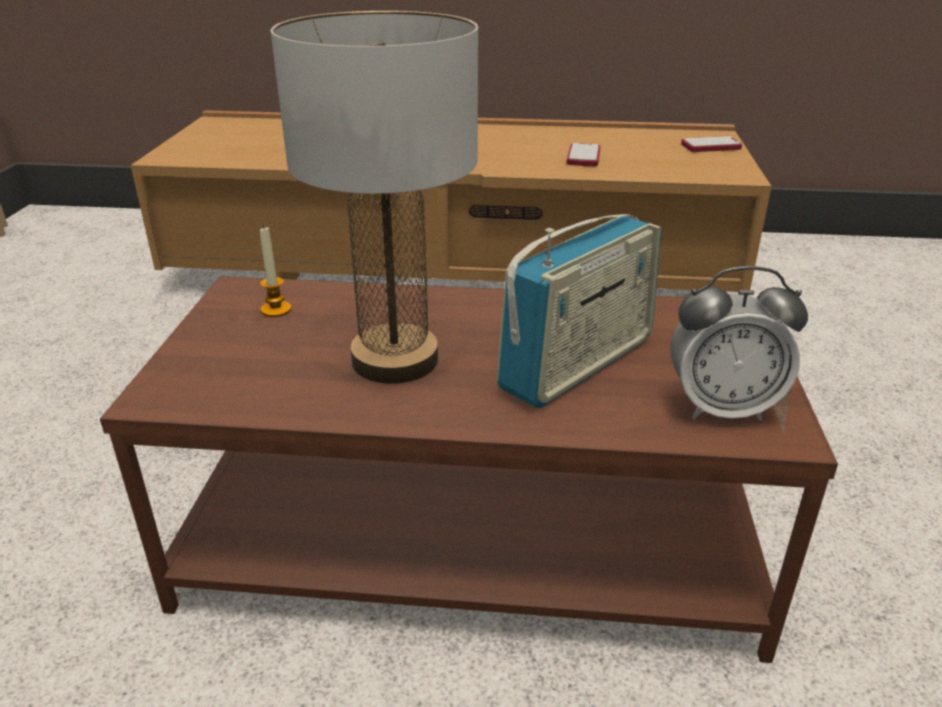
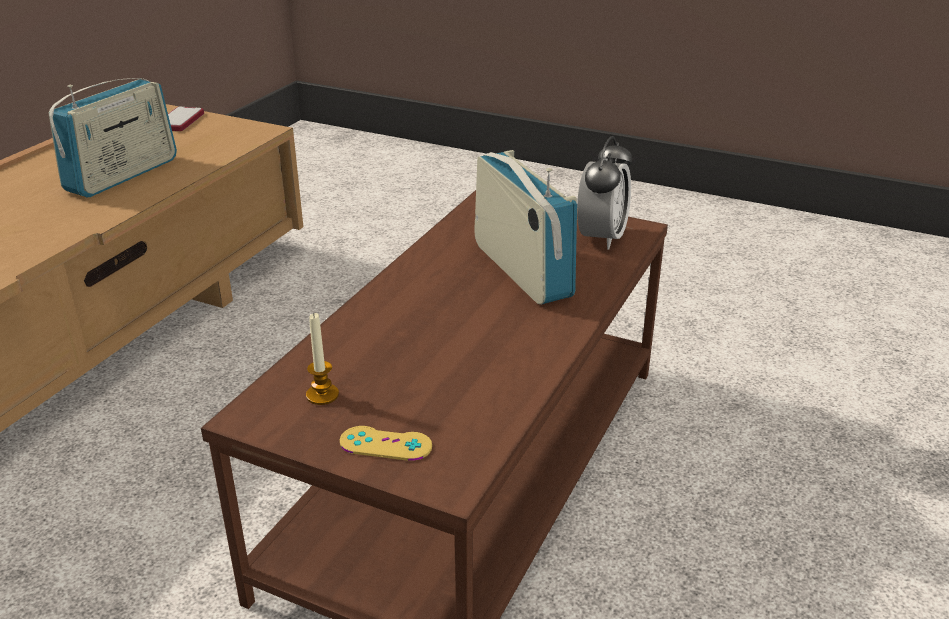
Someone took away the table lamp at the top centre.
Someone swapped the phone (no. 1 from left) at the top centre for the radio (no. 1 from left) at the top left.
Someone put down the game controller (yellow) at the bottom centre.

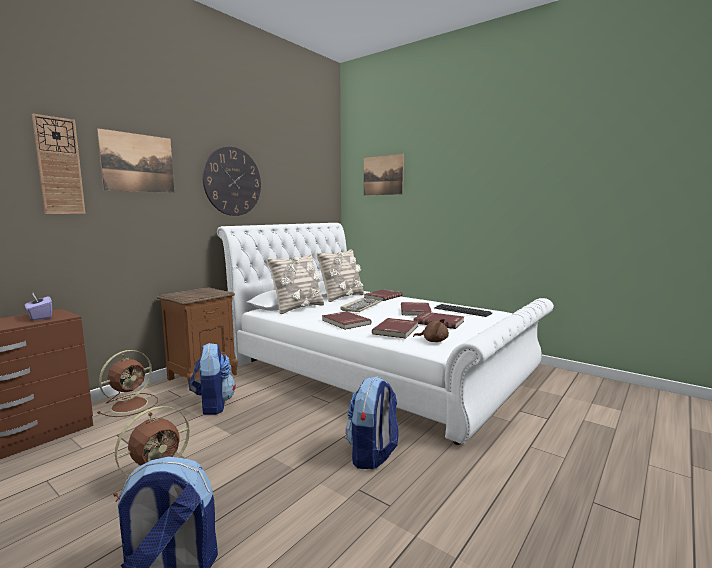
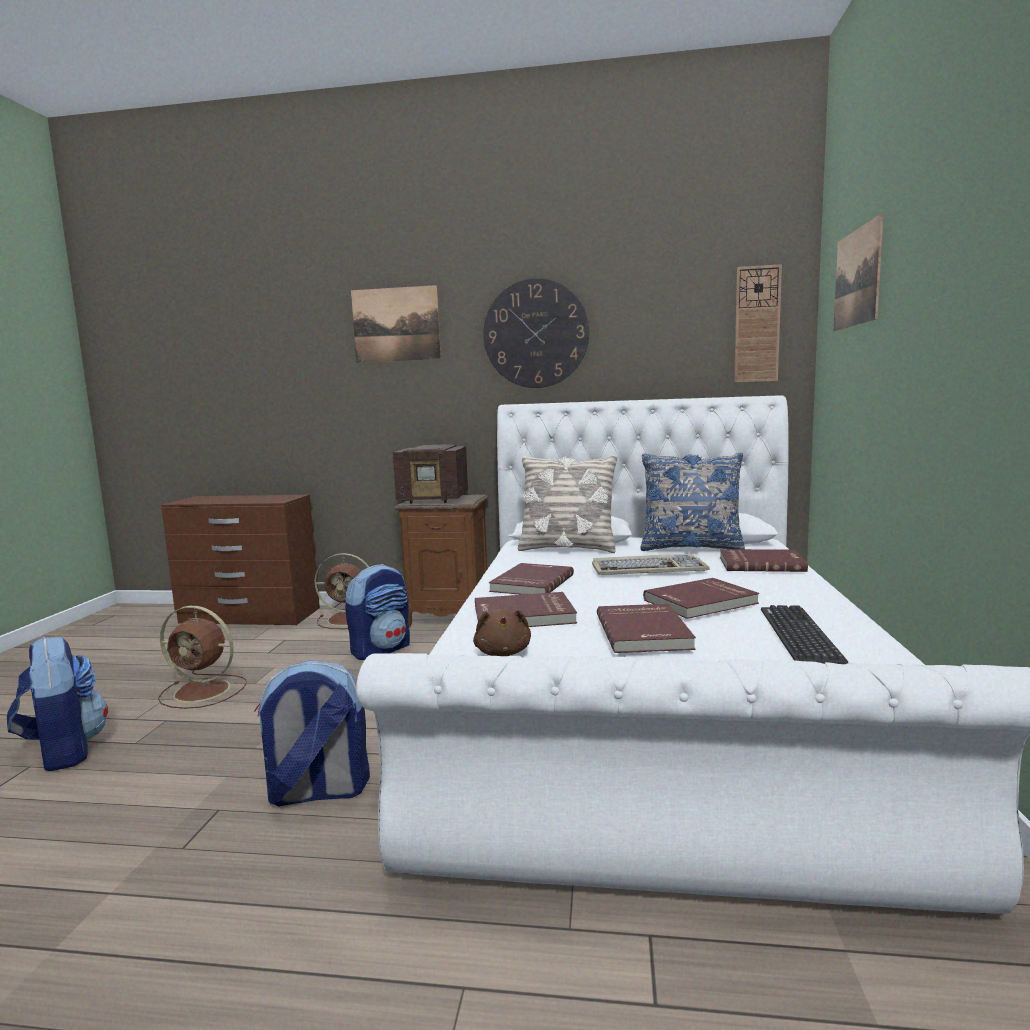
Someone took away the tissue box (purple) at the middle left.
Someone carried the wall clock (no. 1 from left in the first image) from the top left to the top right.
Someone repainted the pillow (beige) (no. 2 from left) at the centre, which became the pillow (blue) at the middle right.
Someone put down the radio at the centre.

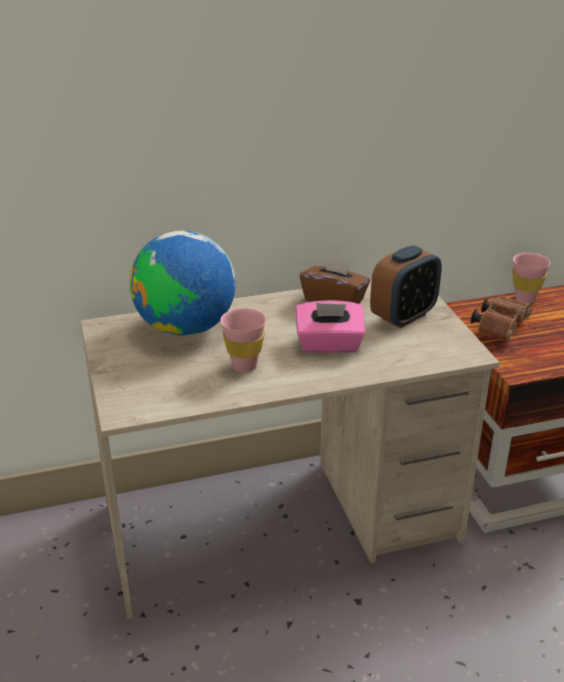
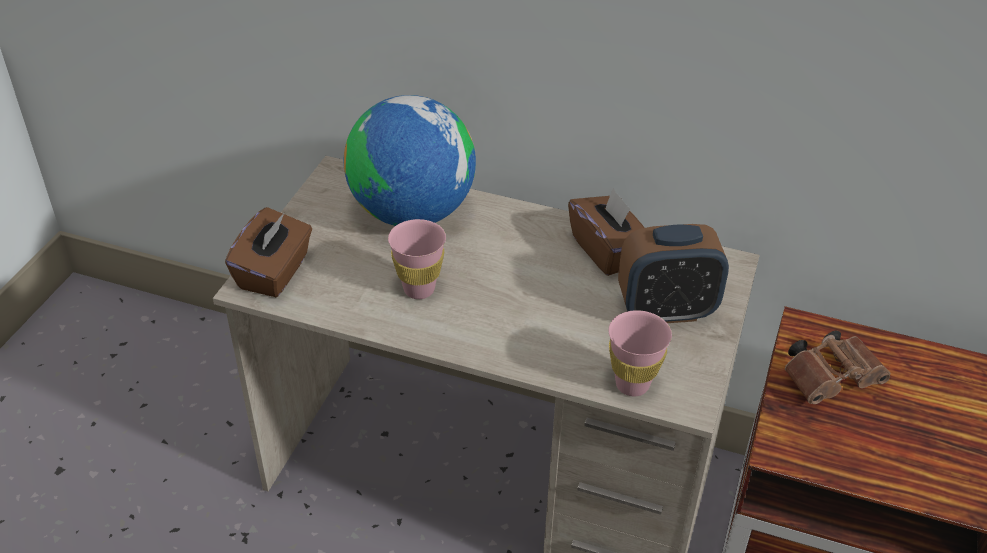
Someone took away the tissue box (pink) at the centre.
Someone carried the cup (pink) (no. 2 from left) from the middle right to the centre.
Someone put down the tissue box (brown) (no. 1 from left) at the middle left.

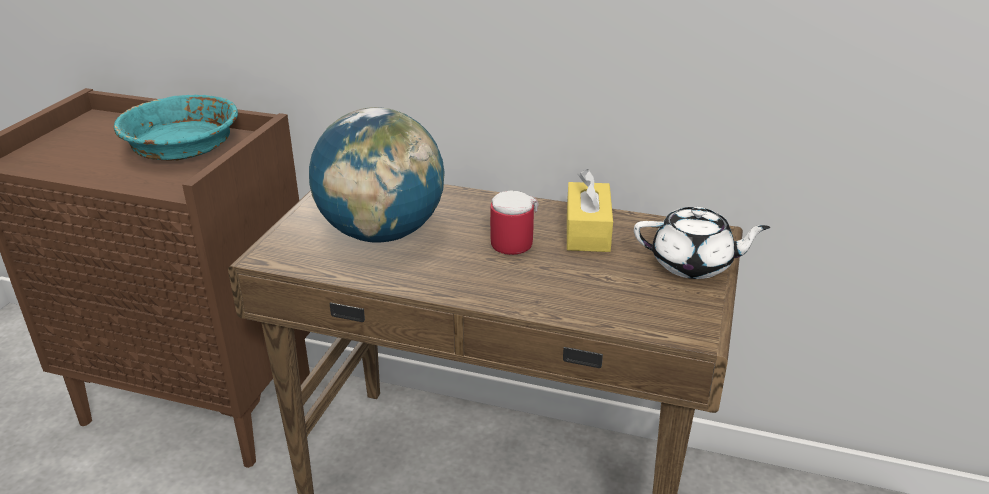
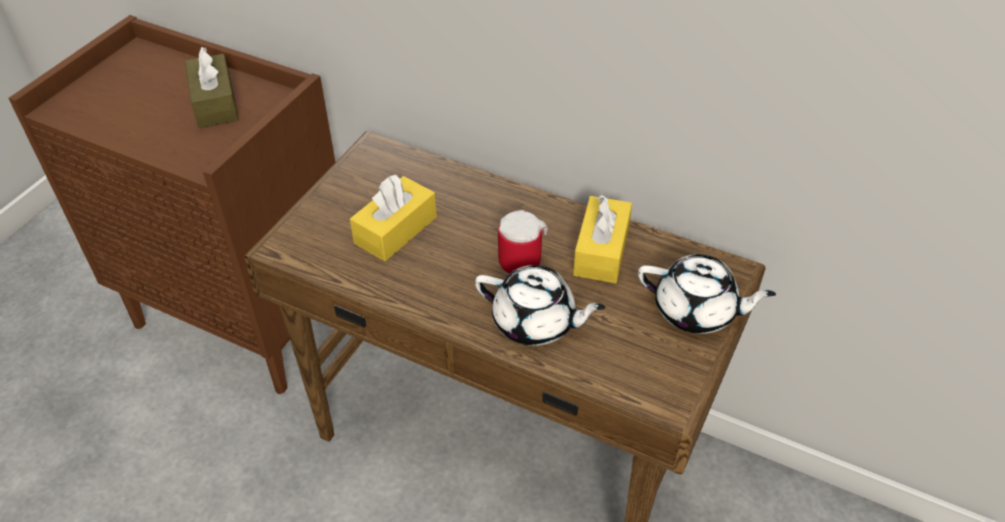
Someone swapped the bowl (turquoise) at the top left for the tissue box (brown) at the top left.
Someone swapped the globe at the centre for the tissue box (yellow) (no. 1 from left) at the centre.
Someone put down the teapot (white) (no. 1 from left) at the centre.

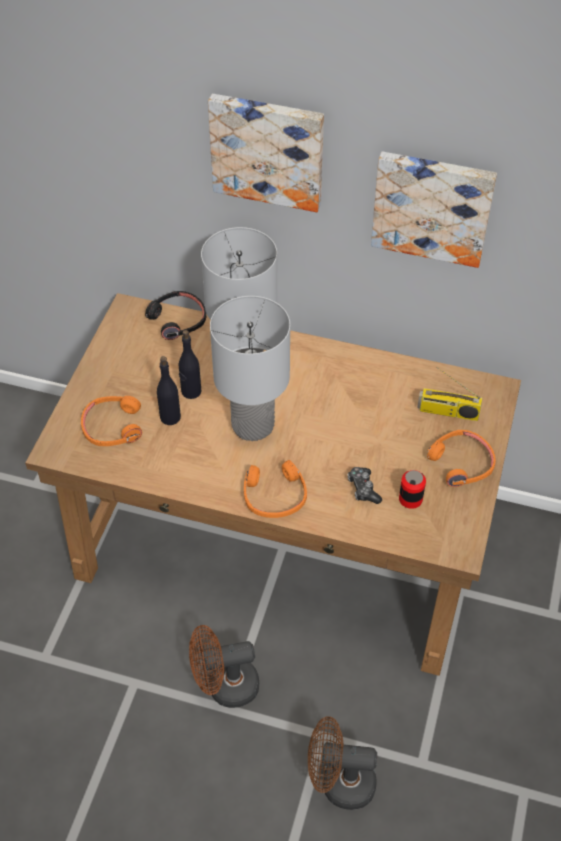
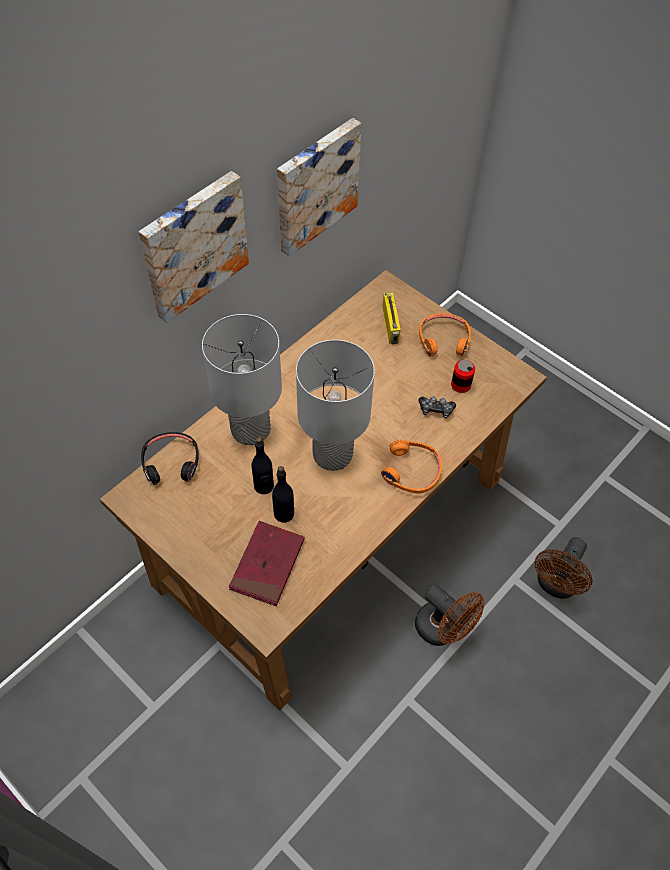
Someone swapped the headphones (orange) (no. 1 from left) at the middle left for the book (red) at the centre.
Someone rotated the fan (brown) (no. 1 from left) at the bottom centre by 60 degrees counterclockwise.
Someone rotated the radio at the middle right by 45 degrees counterclockwise.

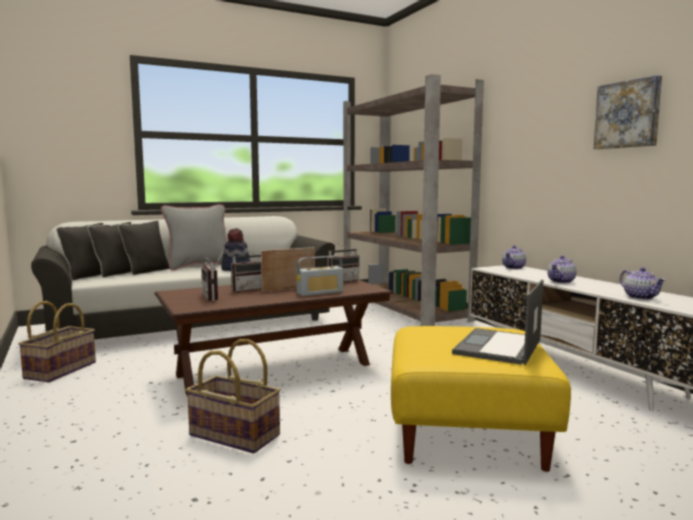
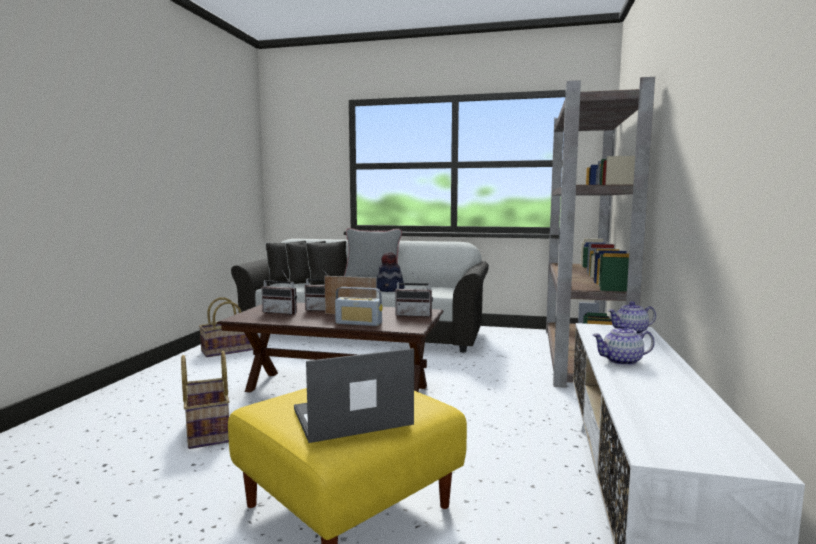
Someone rotated the radio (no. 1 from left) at the middle left by 90 degrees counterclockwise.
Someone took away the picture at the top right.
Someone took away the teapot (no. 3 from left) at the middle right.

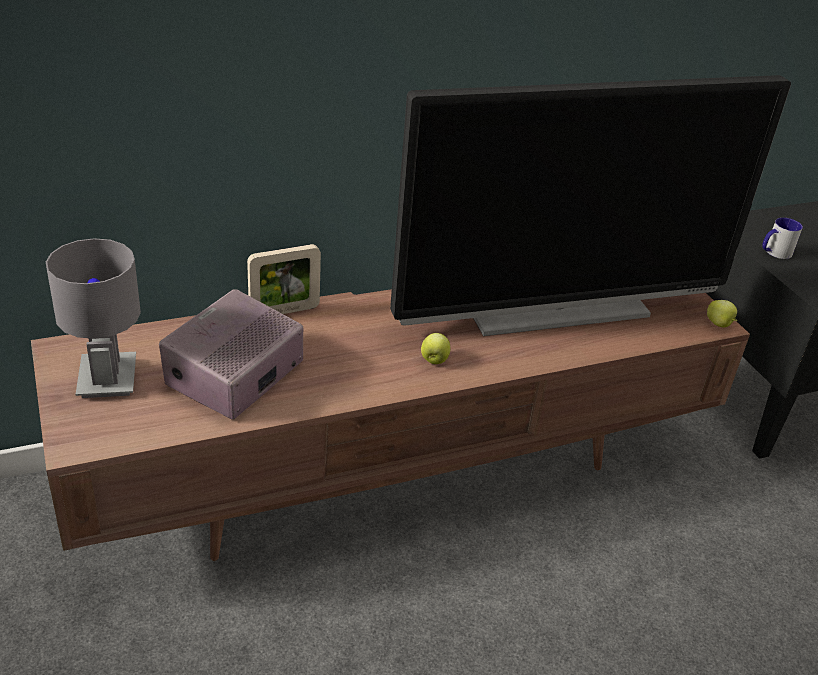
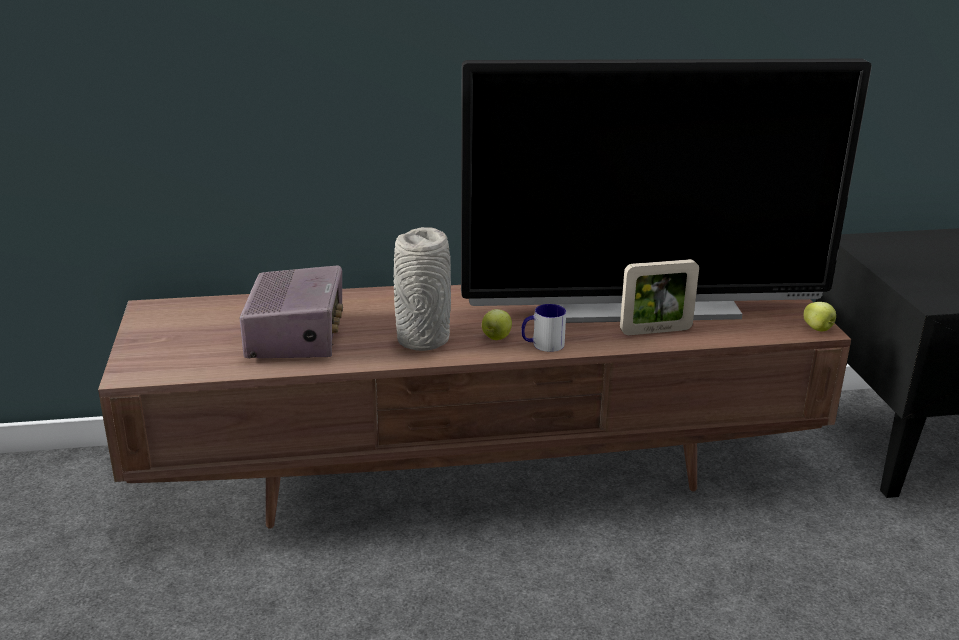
Someone took away the table lamp (grey) at the middle left.
Someone rotated the radio at the middle left by 135 degrees clockwise.
Someone carried the picture frame from the centre to the middle right.
Someone carried the mug from the middle right to the centre.
Someone put down the vase (grey) at the centre.

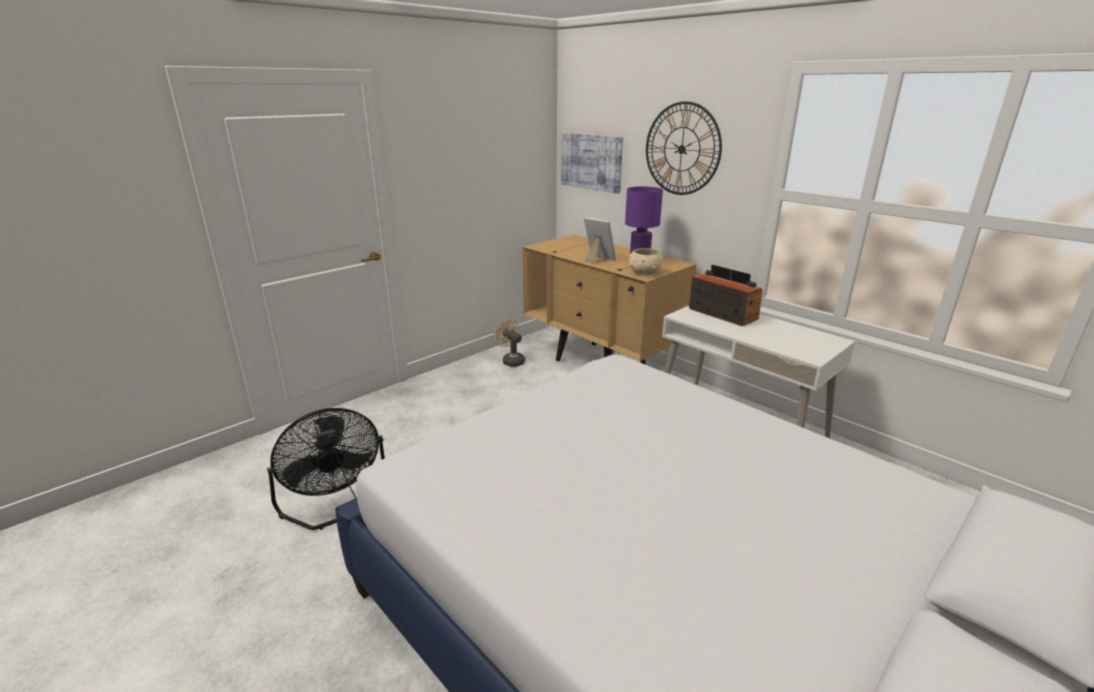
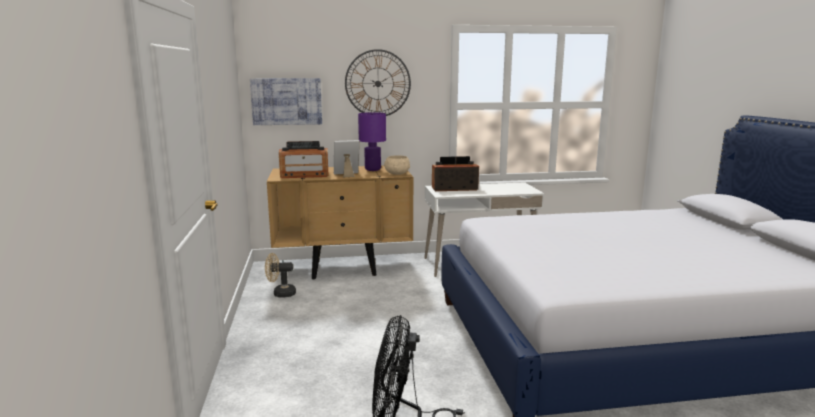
Someone put down the radio (no. 1 from left) at the centre.

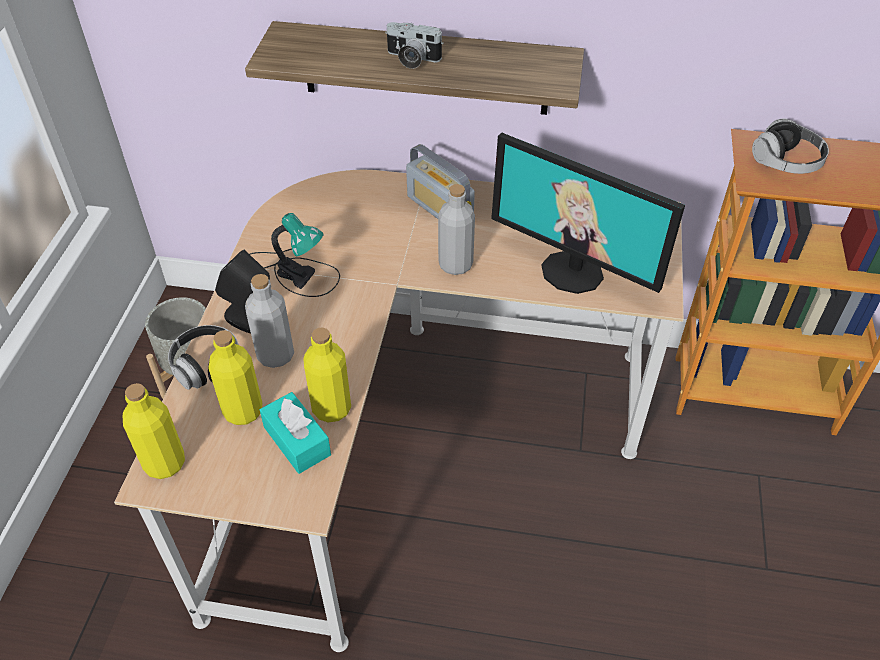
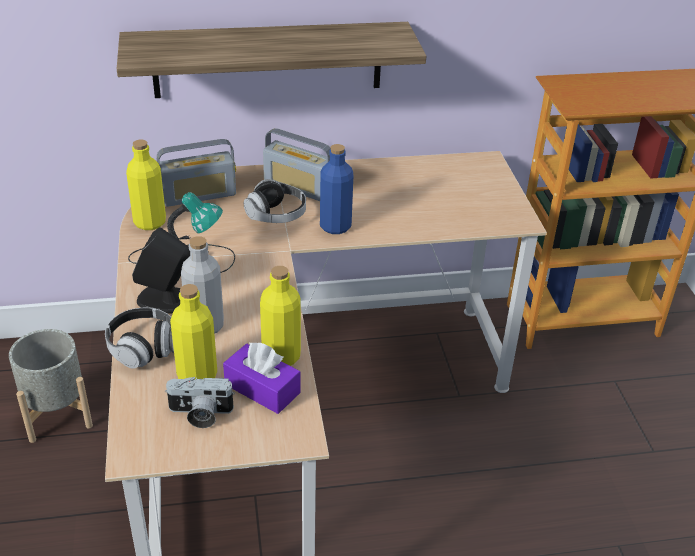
Someone carried the bottle (yellow) (no. 1 from left) from the middle left to the top left.
Someone repainted the tissue box (turquoise) at the centre, which became the tissue box (purple) at the bottom centre.
Someone carried the photo camera from the top centre to the bottom left.
Someone repainted the bottle (grey) (no. 2 from left) at the centre, which became the bottle (blue) at the centre.
Someone took away the monitor at the top right.
Someone carried the headphones (no. 2 from left) from the top right to the centre.
Someone put down the radio (no. 1 from left) at the top left.

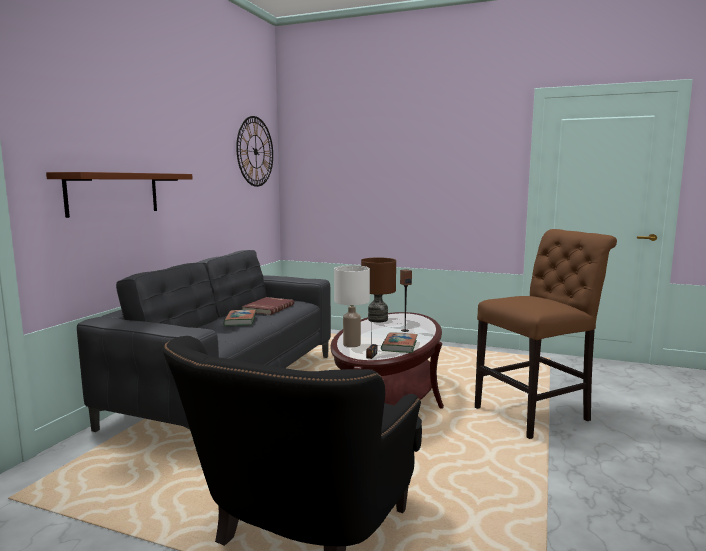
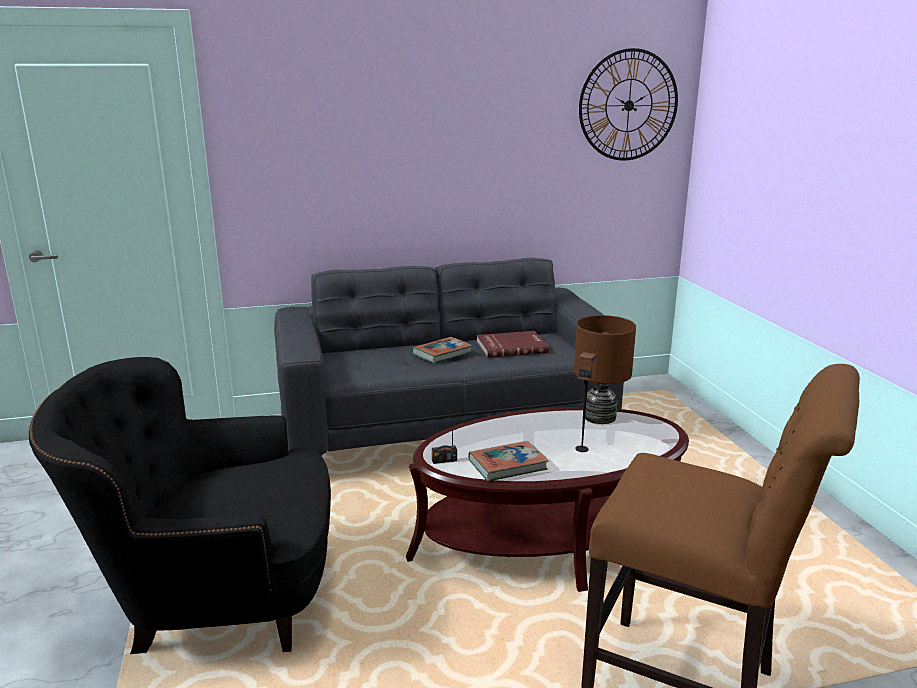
Someone took away the shelf (brown) at the middle left.
Someone took away the table lamp (white) at the centre.

